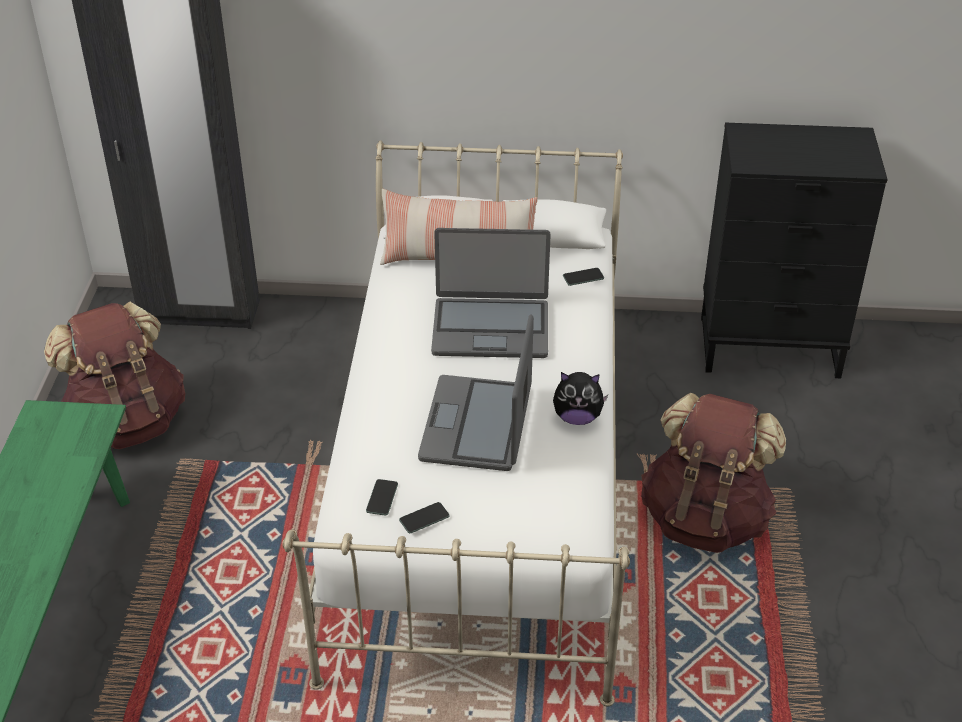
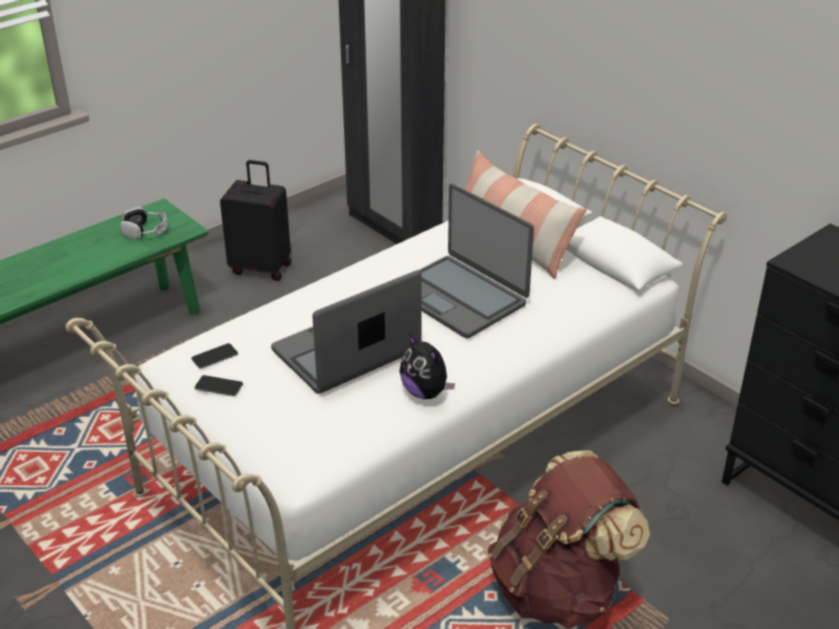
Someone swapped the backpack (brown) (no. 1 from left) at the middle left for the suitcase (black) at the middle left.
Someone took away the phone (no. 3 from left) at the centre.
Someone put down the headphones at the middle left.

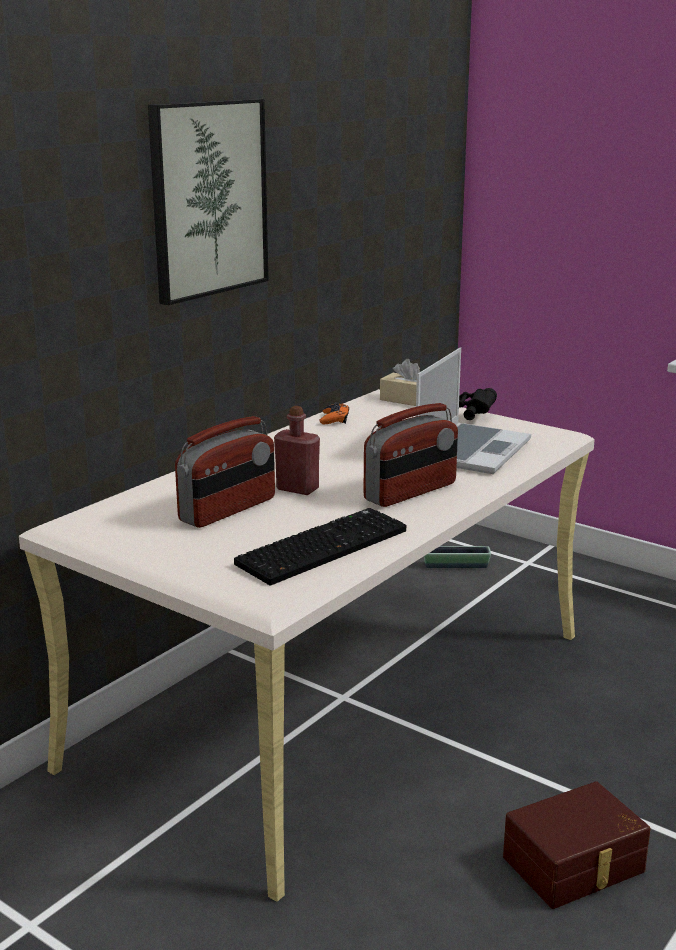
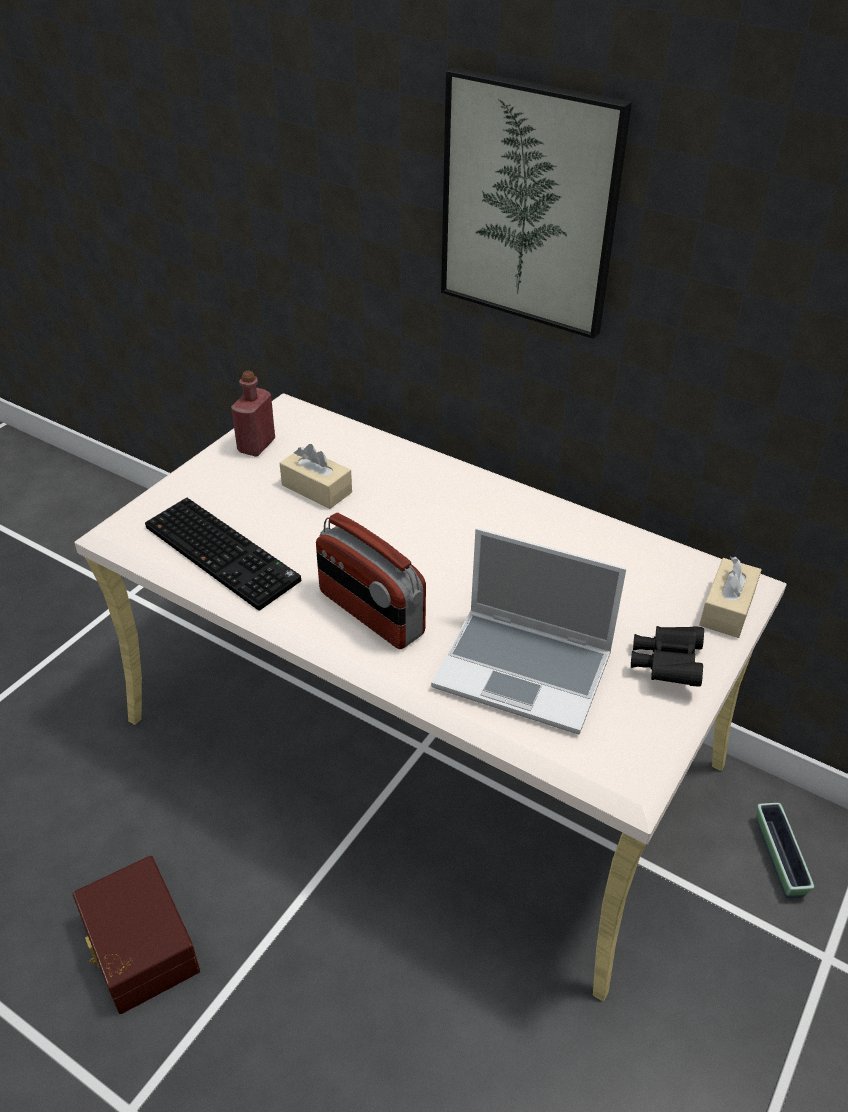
Someone swapped the radio (no. 1 from left) at the middle left for the tissue box (beige) (no. 1 from left) at the centre.
Someone carried the bottle (red) from the centre to the middle left.
Someone took away the game controller (orange) at the centre.

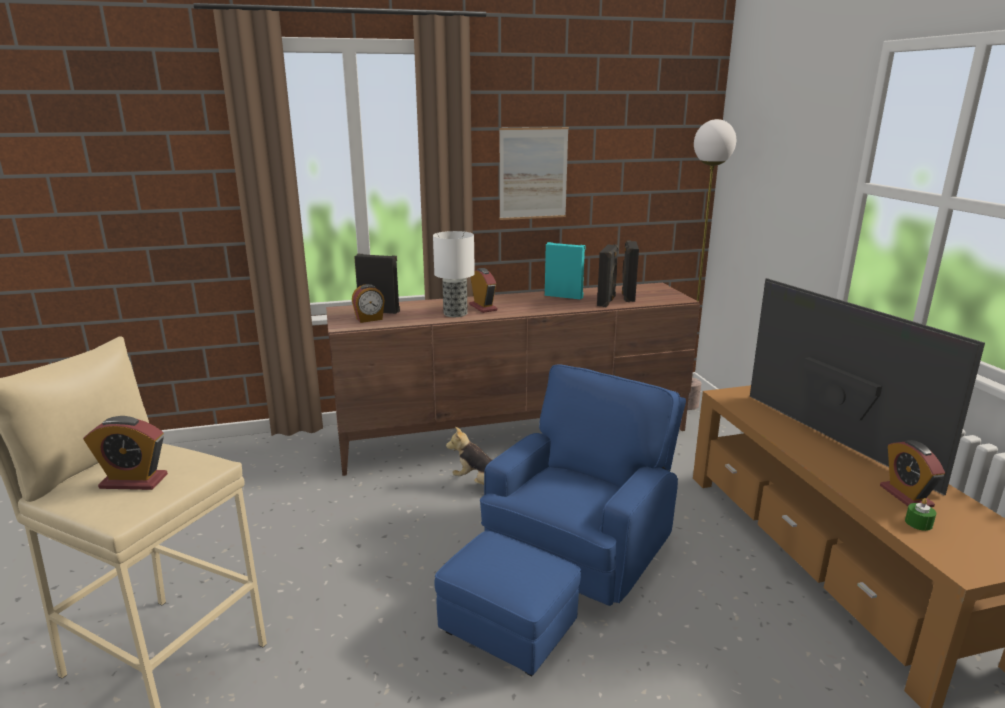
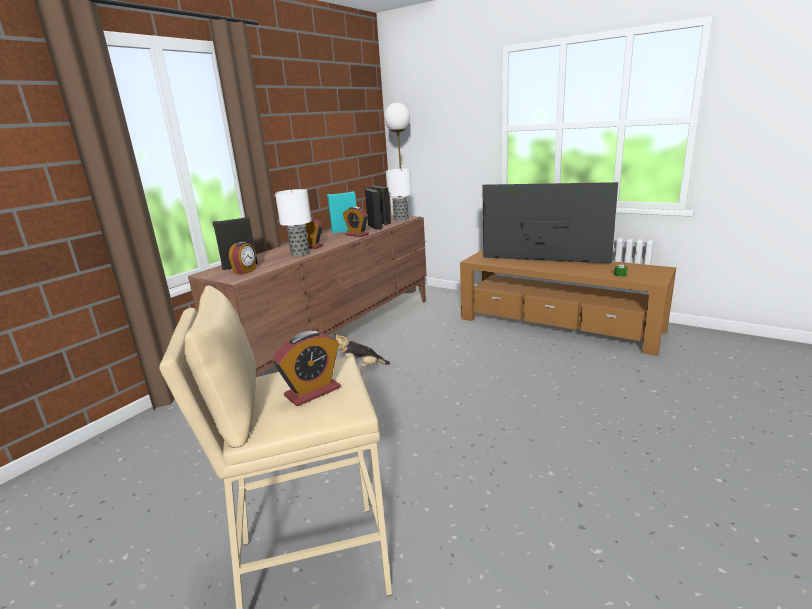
Someone took away the armchair (blue) at the bottom centre.
Someone took away the picture at the top centre.
Someone carried the alarm clock (no. 4 from left) from the bottom right to the centre.
Someone put down the table lamp (no. 2 from left) at the top centre.

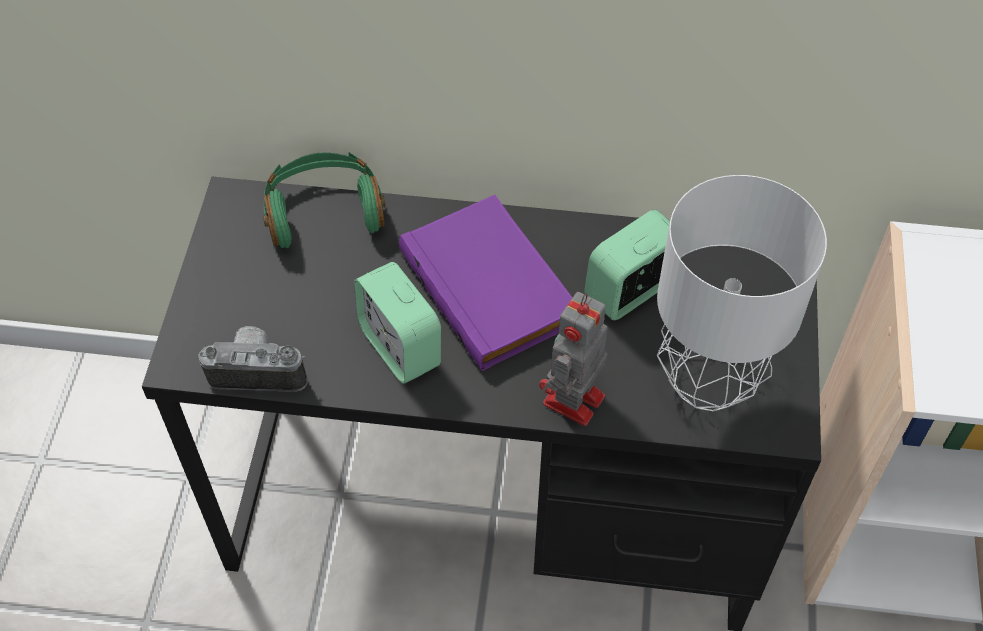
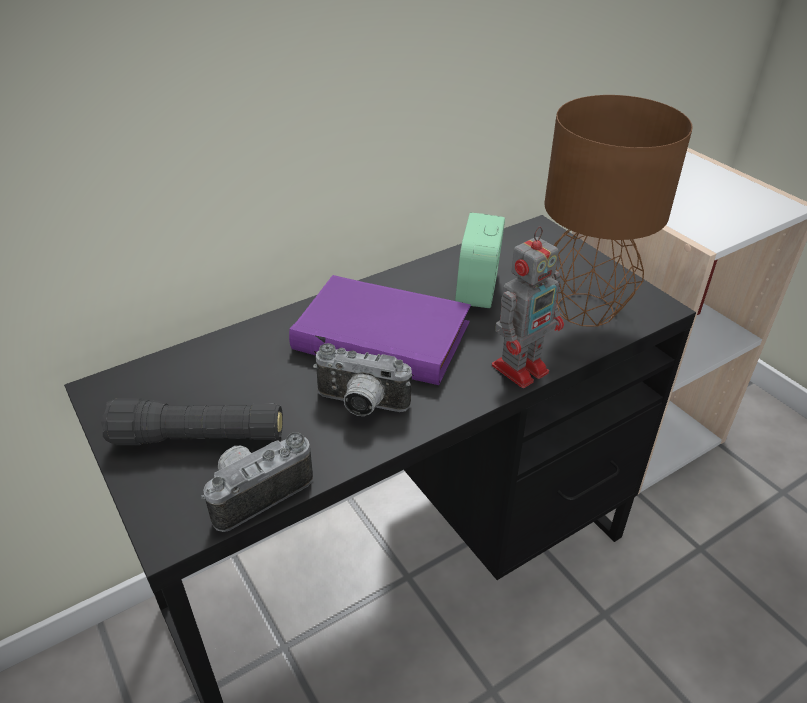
Someone took away the headphones (green) at the top left.
Someone swapped the alarm clock (no. 1 from left) at the centre for the photo camera (no. 2 from left) at the centre.
Someone rotated the toy robot at the centre by 120 degrees counterclockwise.
Someone repainted the table lamp (grey) at the middle right, which became the table lamp (brown) at the top right.
Someone put down the flashlight (black) at the middle left.

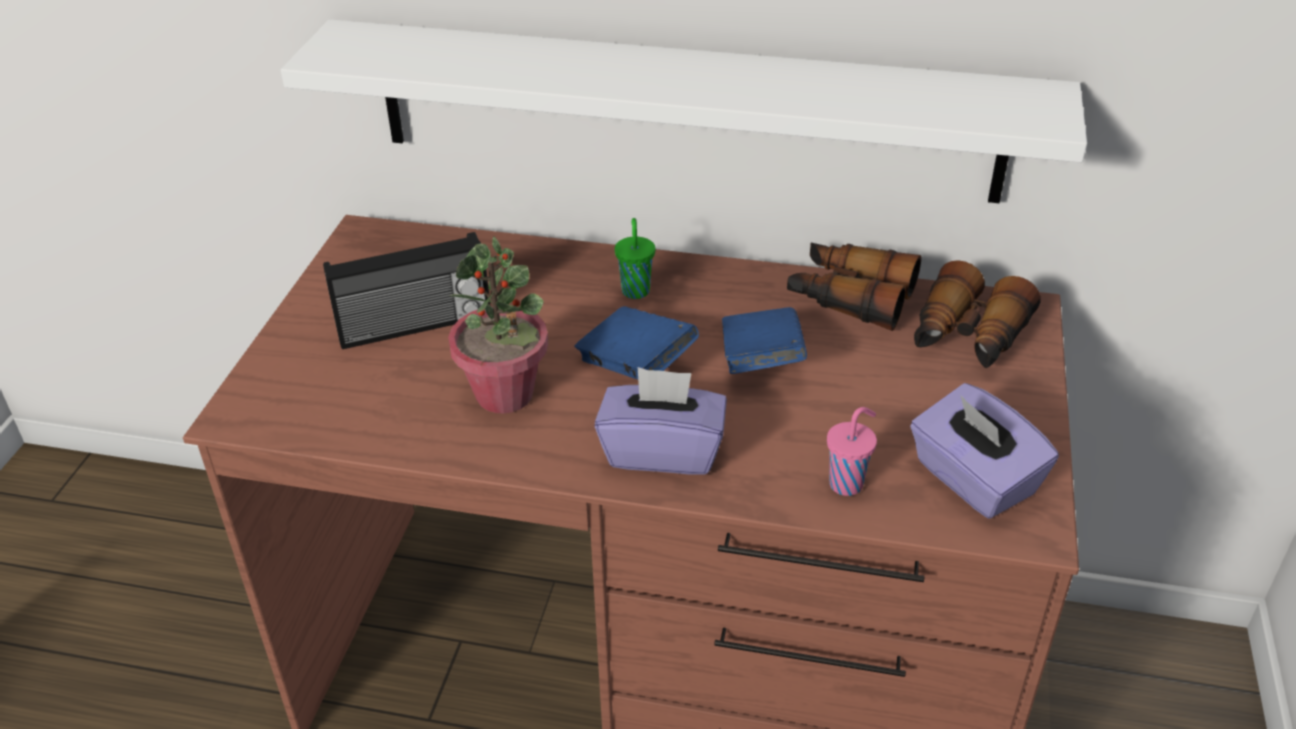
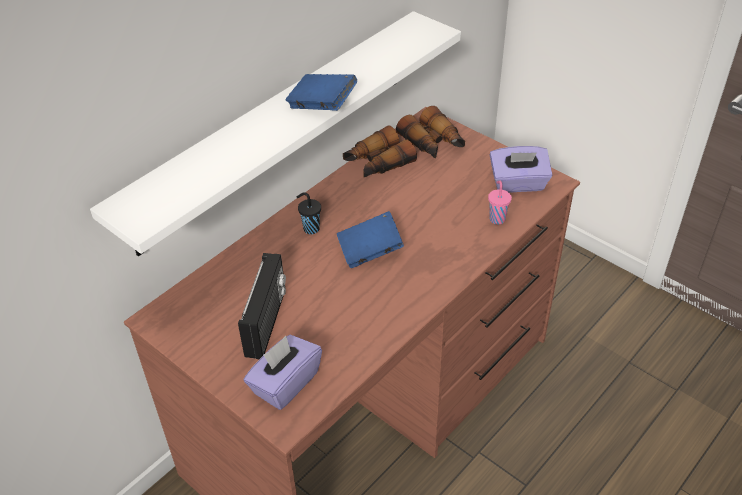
Someone took away the potted plant at the centre.
Someone carried the tissue box (purple) (no. 1 from left) from the centre to the bottom centre.
Someone repainted the cup (green) at the centre, which became the cup (black) at the centre.
Someone carried the book (blue) (no. 2 from left in the first image) from the centre to the top centre.

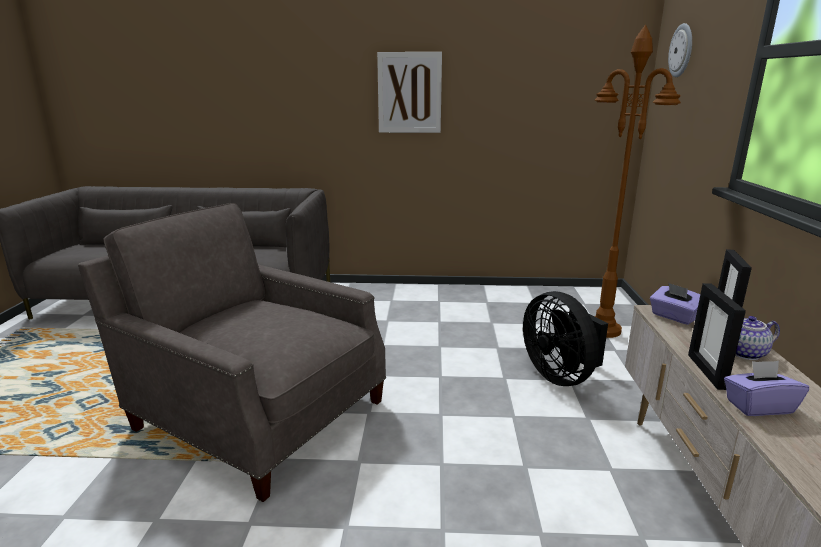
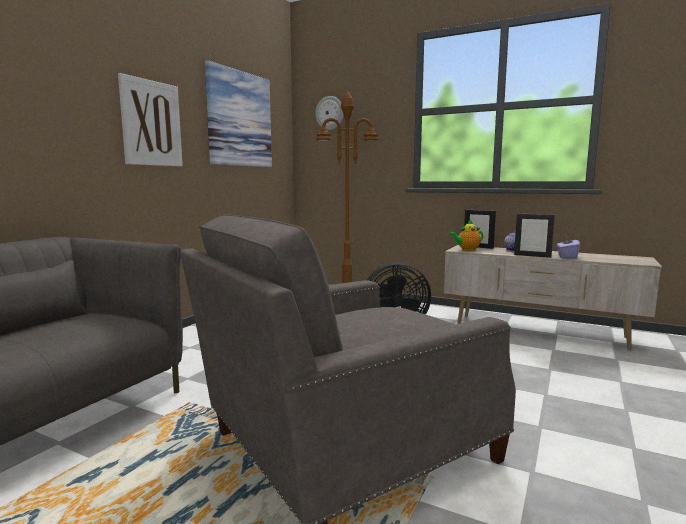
Someone swapped the tissue box (purple) (no. 1 from left) at the middle right for the teapot (no. 1 from left) at the middle right.
Someone put up the picture (no. 2 from left) at the top centre.

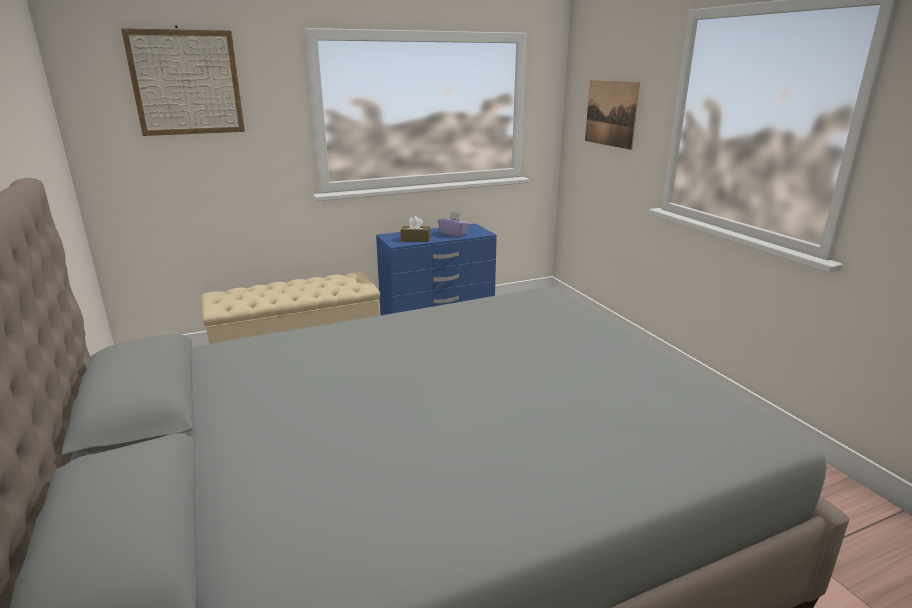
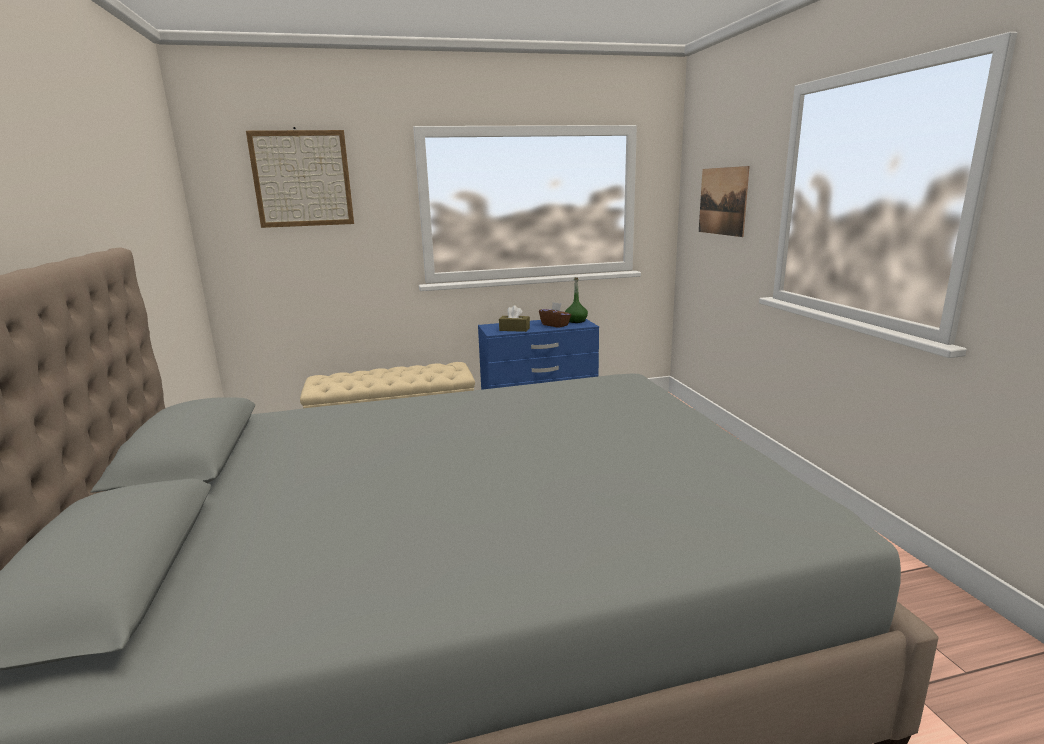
Someone repainted the tissue box (purple) at the centre, which became the tissue box (brown) (no. 2 from left) at the centre.
Someone put down the bottle (green) at the centre.

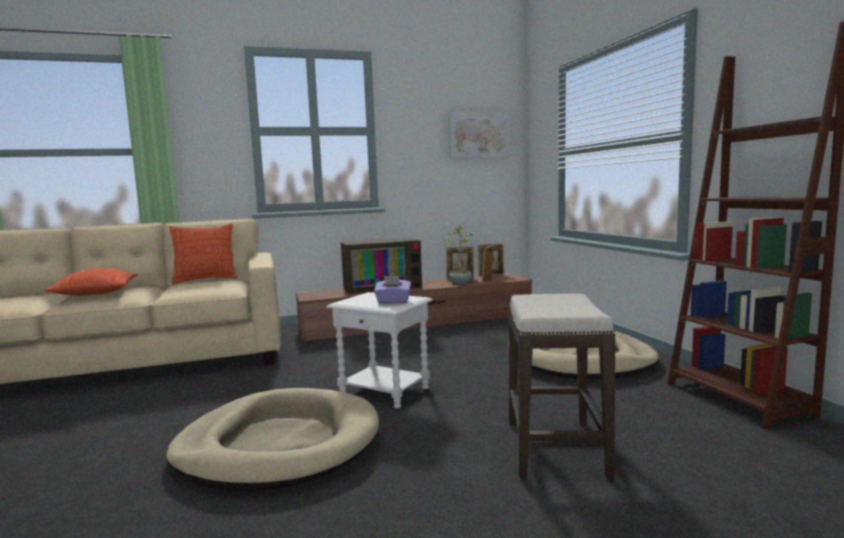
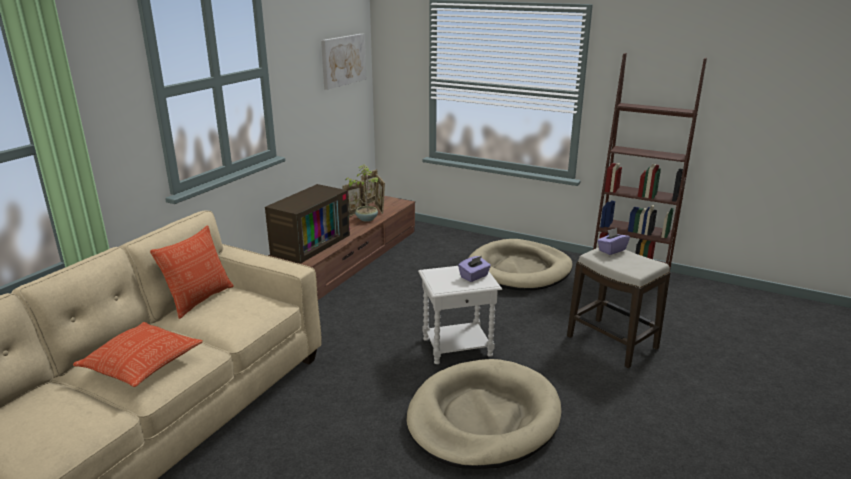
Someone put down the tissue box (purple) (no. 2 from left) at the middle right.

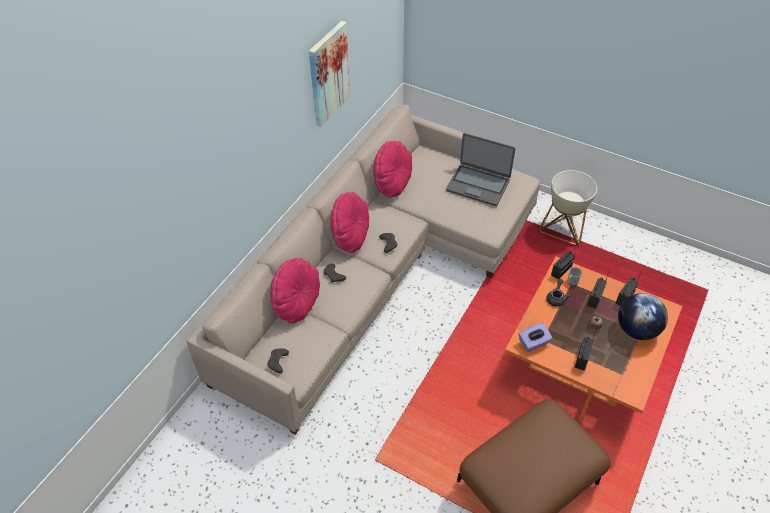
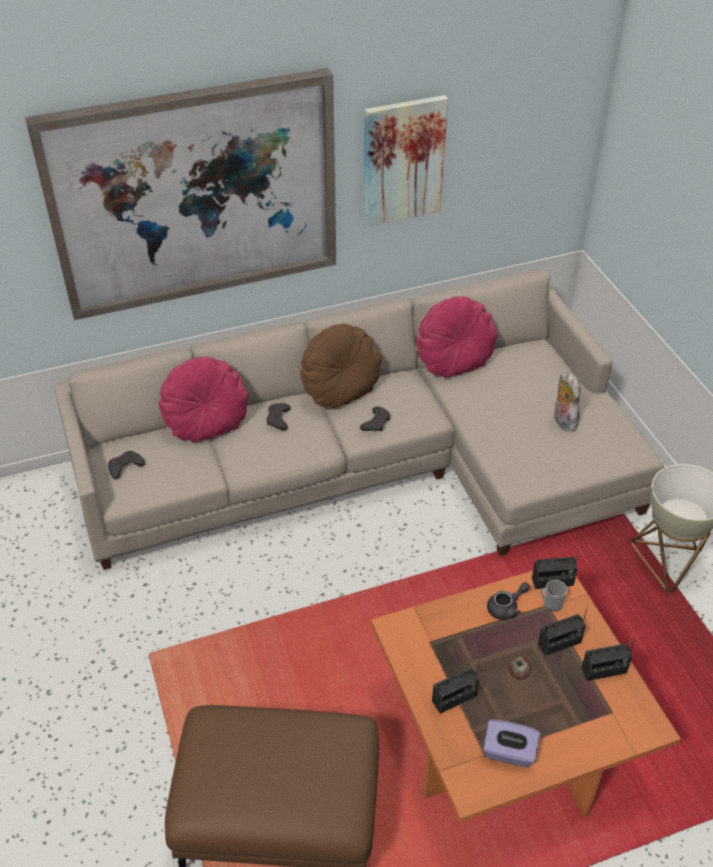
Someone repainted the pillow (pink) (no. 2 from left) at the centre, which became the pillow (brown) at the centre.
Someone swapped the laptop at the top centre for the plush toy at the middle right.
Someone carried the tissue box (purple) from the middle right to the bottom right.
Someone took away the globe at the middle right.
Someone put up the picture (no. 1 from left) at the top left.

